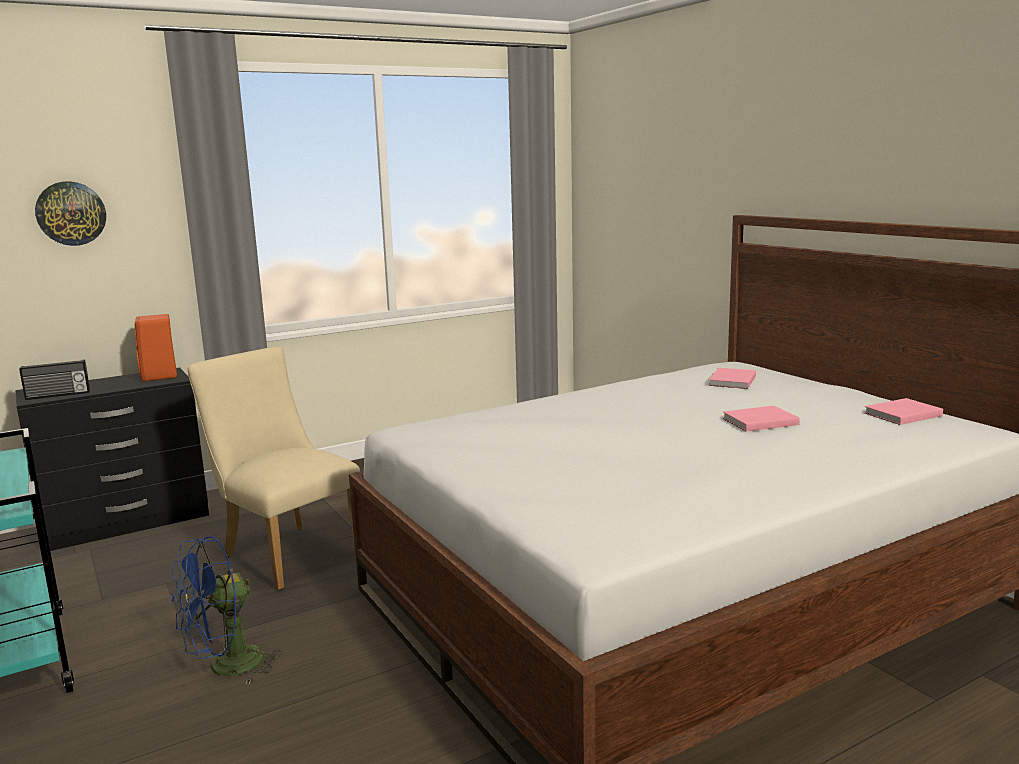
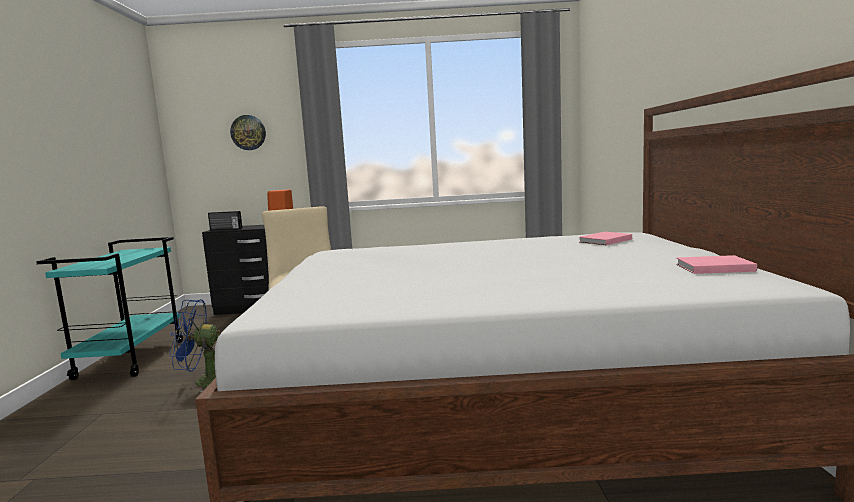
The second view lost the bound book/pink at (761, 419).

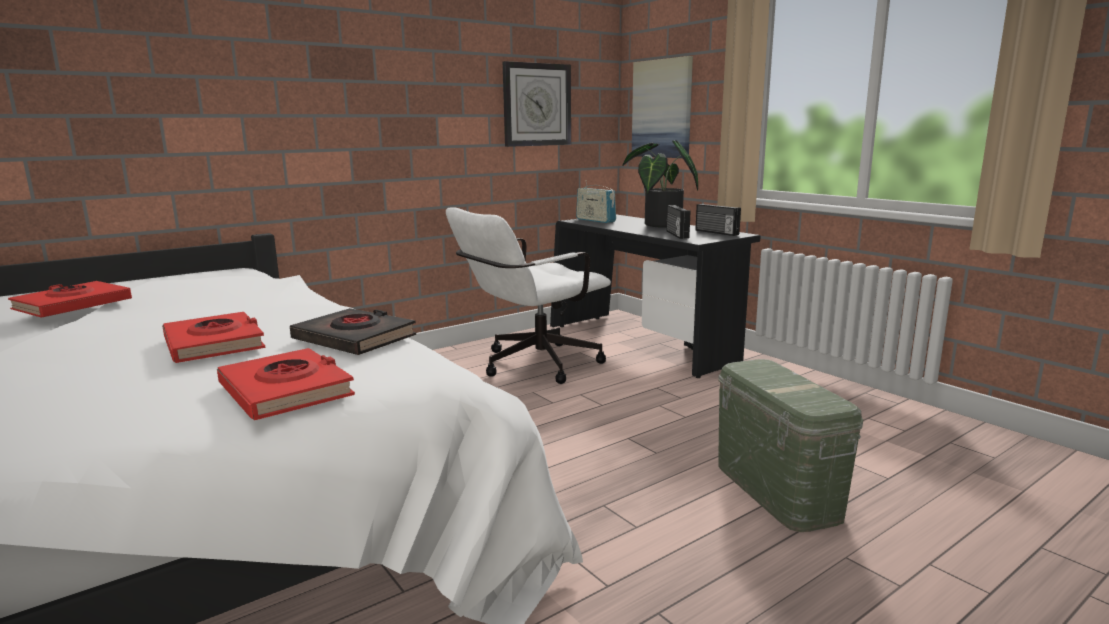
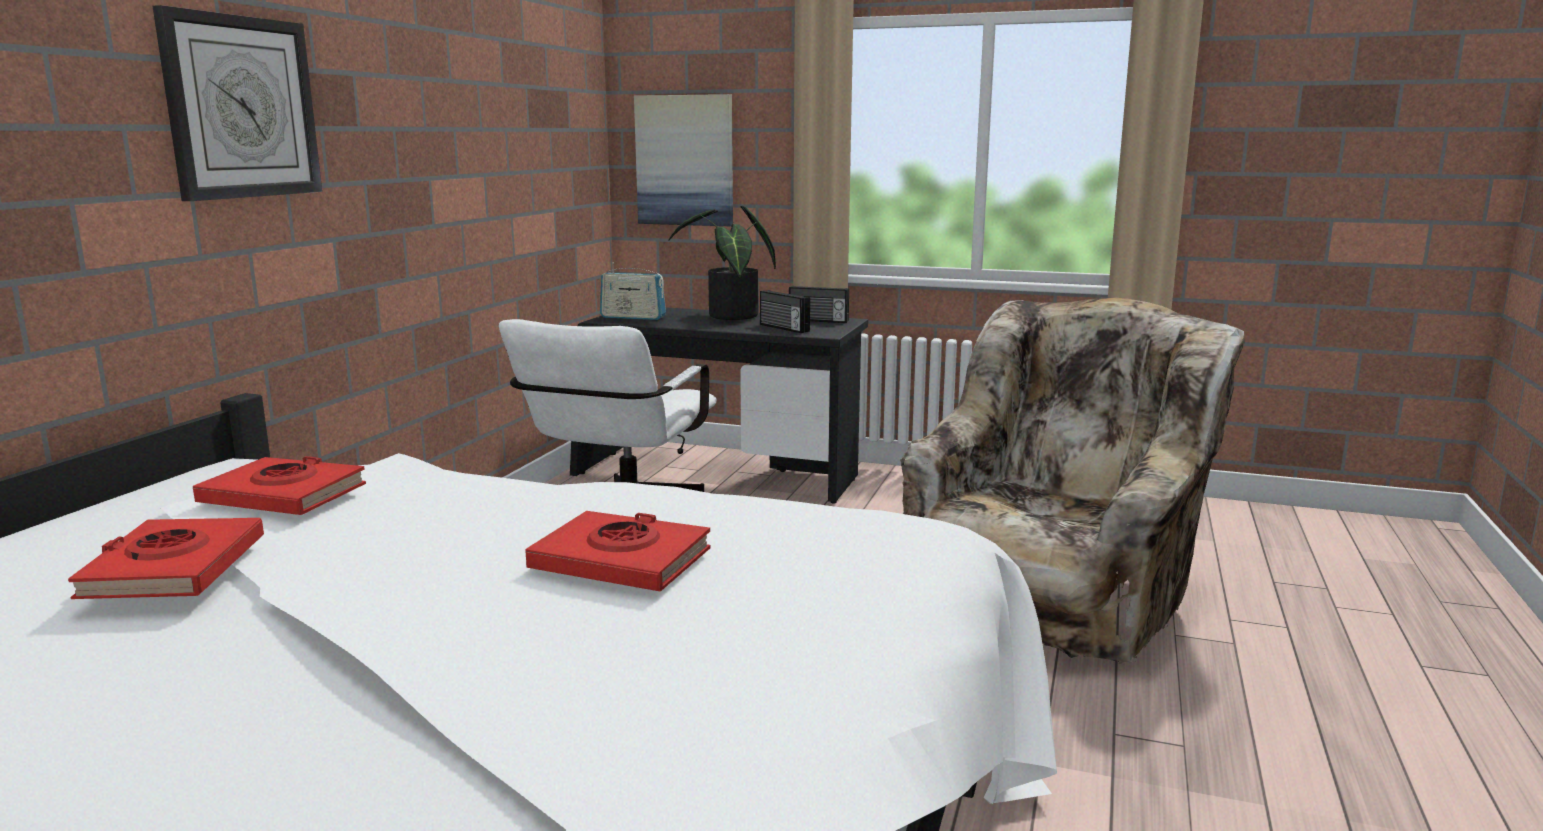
The clock on the wall ended up elsewhere, having gone from (537, 104) to (237, 103). The second view lost the bound book/black at (353, 331). The bound book/red ended up elsewhere, having gone from (286, 384) to (279, 485). Where the storage container/green stood at (790, 445), the lounge chair/sand-coloured came to stand at (1072, 480).

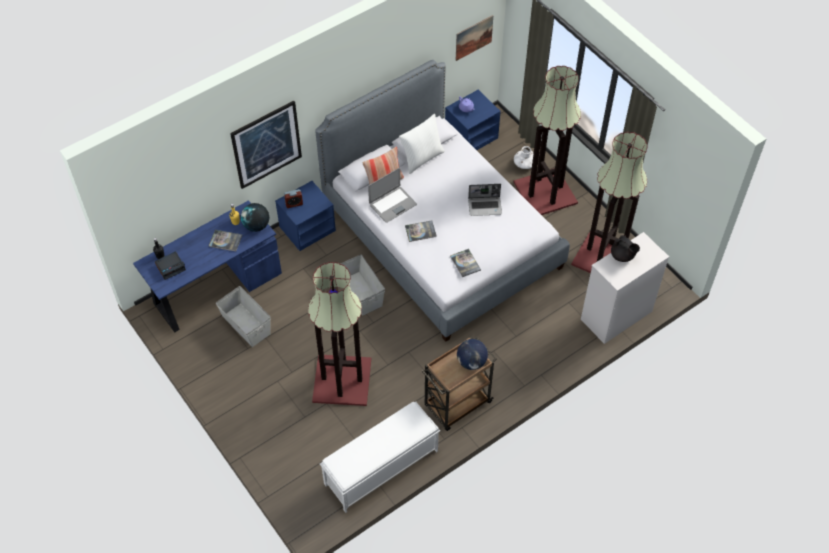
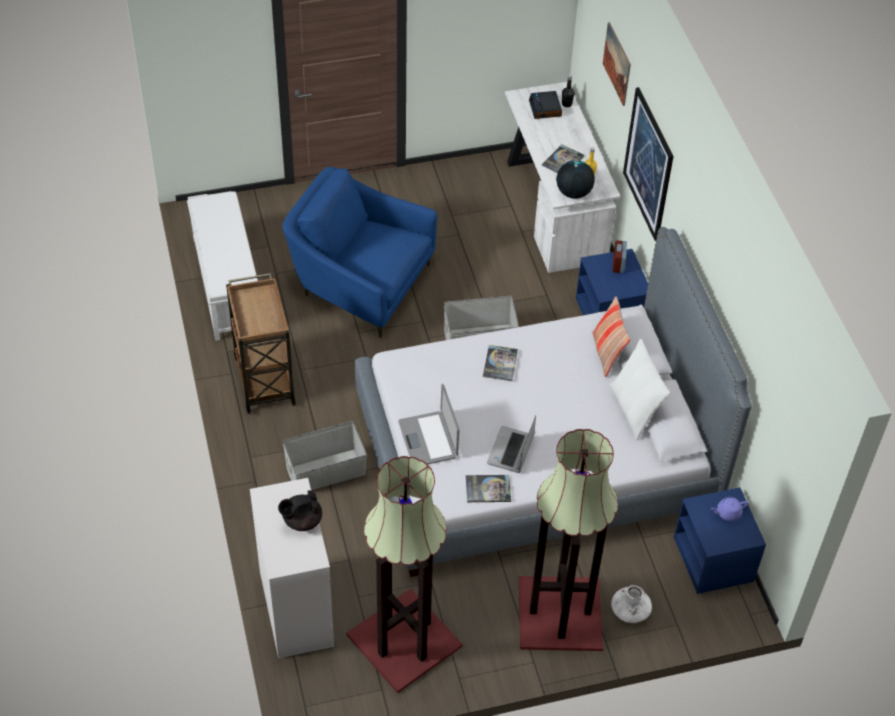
The wall picture ended up elsewhere, having gone from (474, 38) to (617, 64). The laptop ended up elsewhere, having gone from (392, 195) to (428, 424). What was the desk unit/blue-coloured at (207, 266) turned into the desk unit/white-coloured at (562, 177). The bound book ended up elsewhere, having gone from (465, 263) to (488, 488). Where the standing lamp stood at (339, 334), the lounge chair/blue-coloured came to stand at (359, 252). The storage container/grey ended up elsewhere, having gone from (243, 316) to (325, 455). The second view lost the globe at (472, 354).

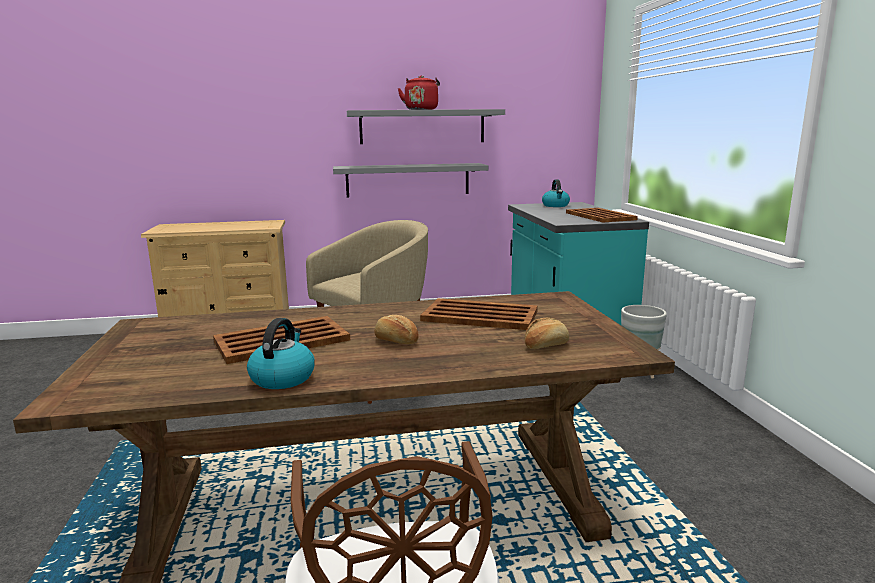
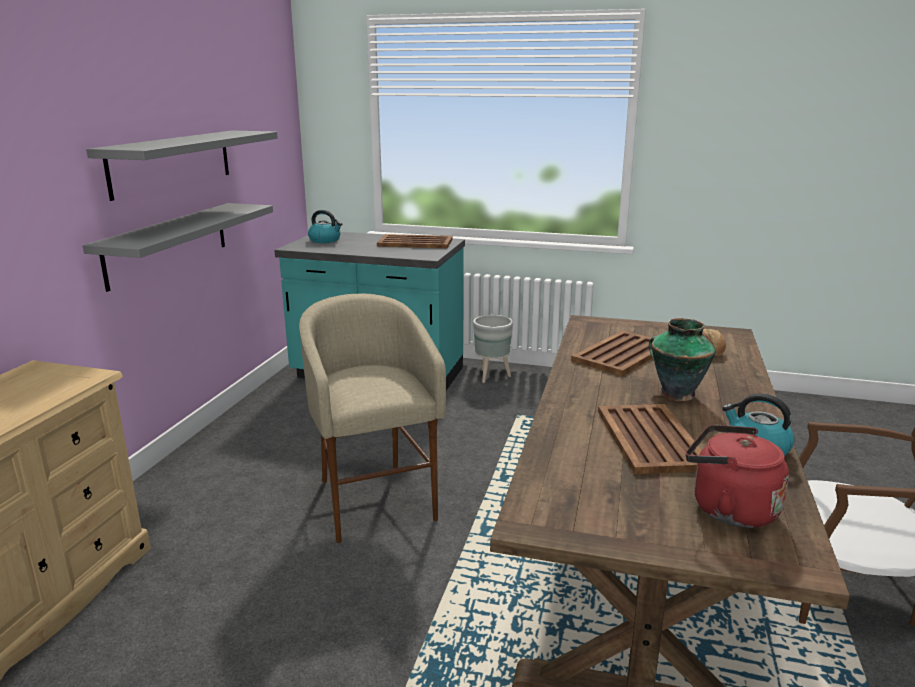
The water kettle/red ended up elsewhere, having gone from (419, 92) to (737, 476). Where the baked bread stood at (396, 329), the flower vase came to stand at (682, 359).

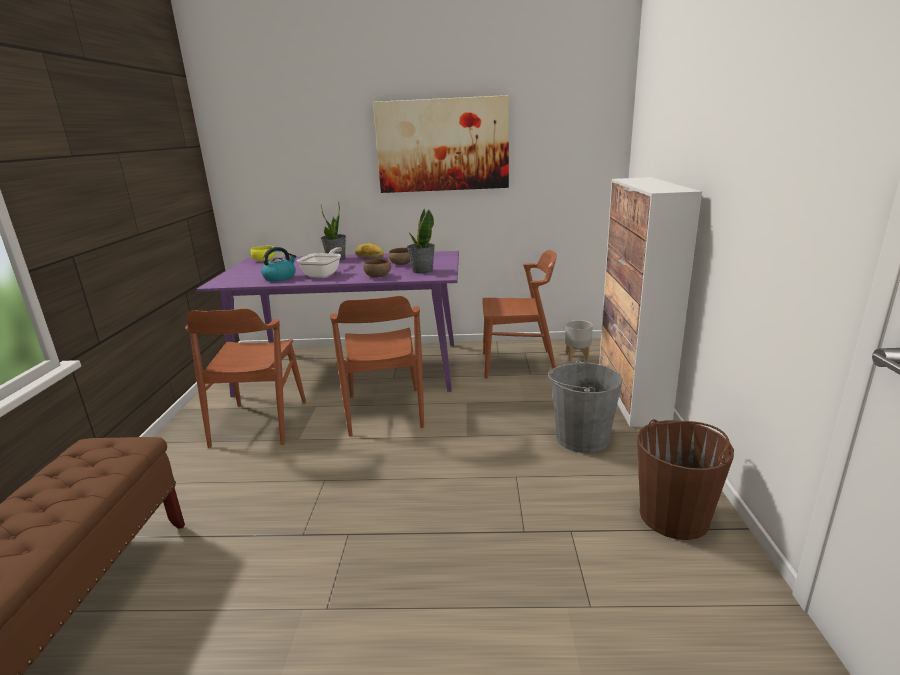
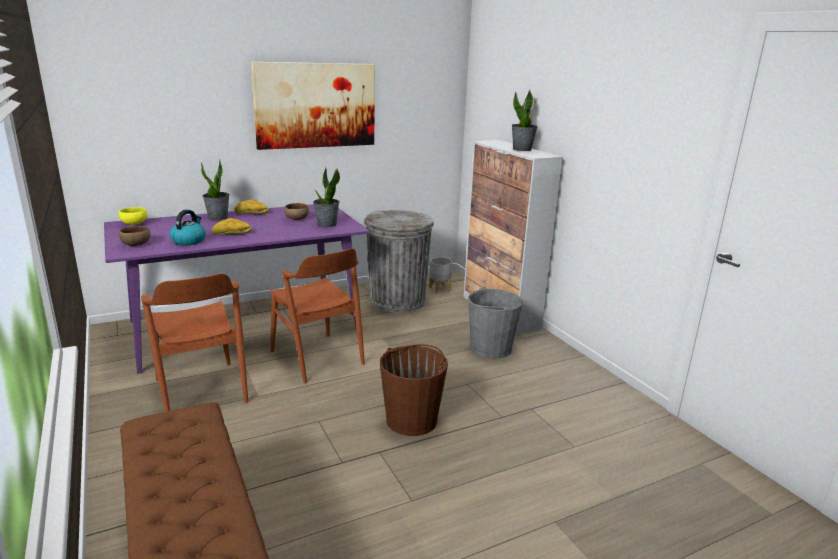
Where the pan stood at (319, 262), the baked bread came to stand at (232, 226). Where the chair/brownish stood at (519, 314), the trash can/grey came to stand at (399, 261). The serving bowl/brownish ended up elsewhere, having gone from (377, 268) to (135, 236). The pail/brownish ended up elsewhere, having gone from (685, 479) to (414, 390). The second view gained the plant in a pot at (525, 120).

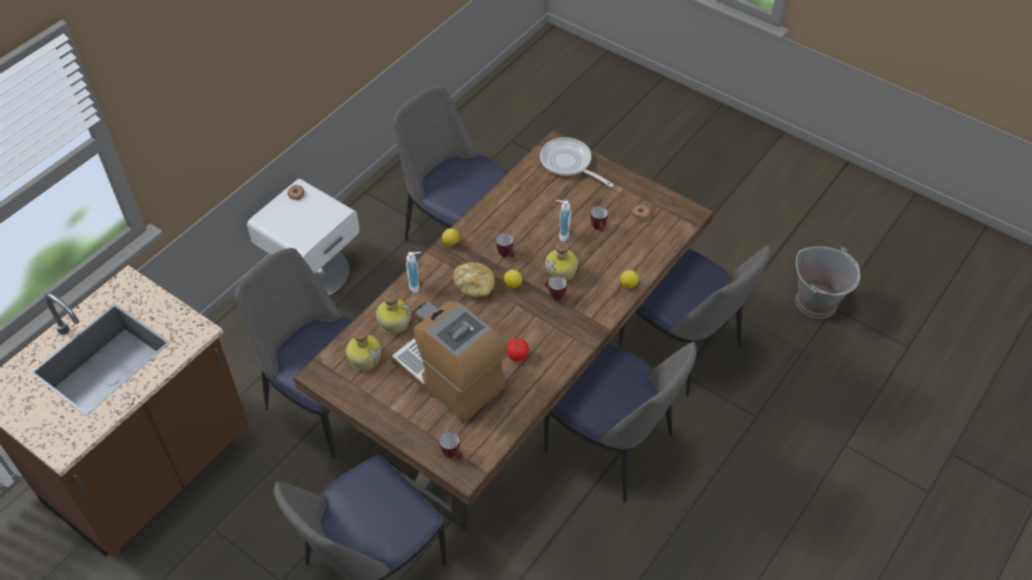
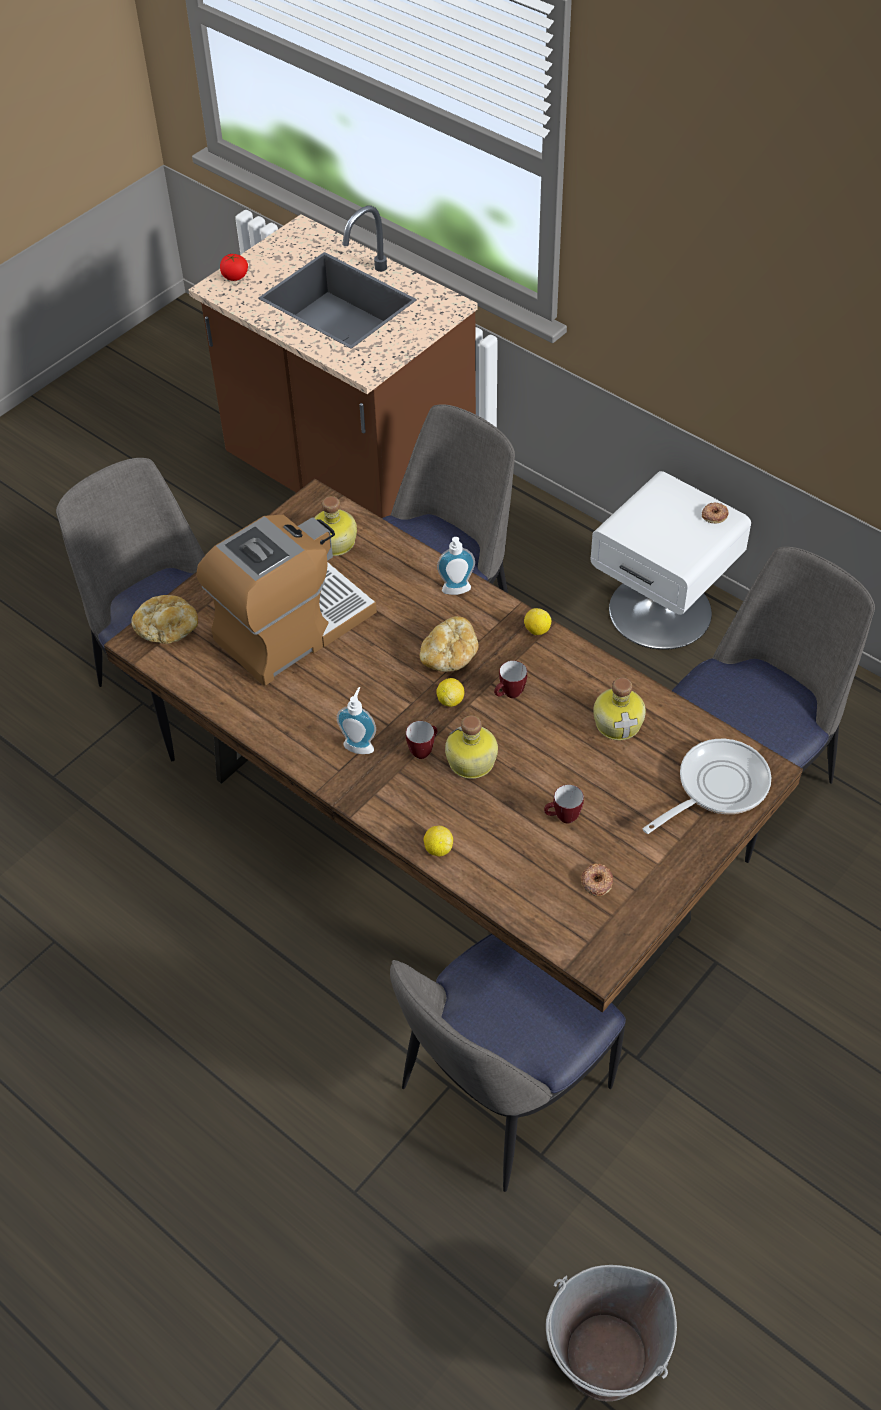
The soap dispenser ended up elsewhere, having gone from (563, 221) to (356, 720). The beverage bottle ended up elsewhere, having gone from (393, 313) to (619, 709). The fresh tomato ended up elsewhere, having gone from (518, 349) to (234, 267). The second view lost the chair at (620, 422). Where the tea mug stood at (450, 445), the baked bread came to stand at (164, 619).

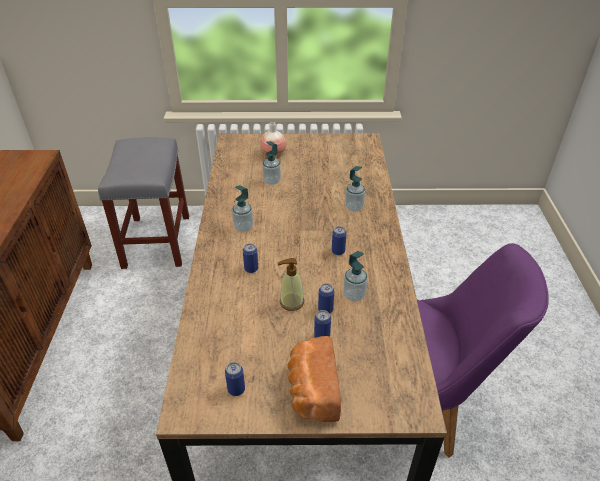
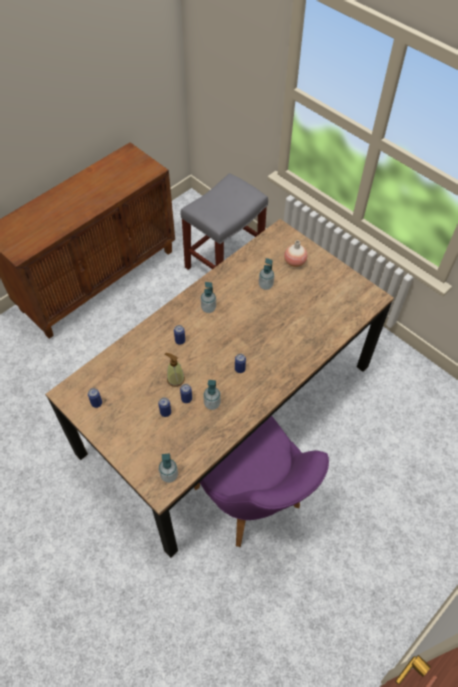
The soap dispenser ended up elsewhere, having gone from (355, 188) to (168, 468). The second view lost the baked bread at (314, 379).

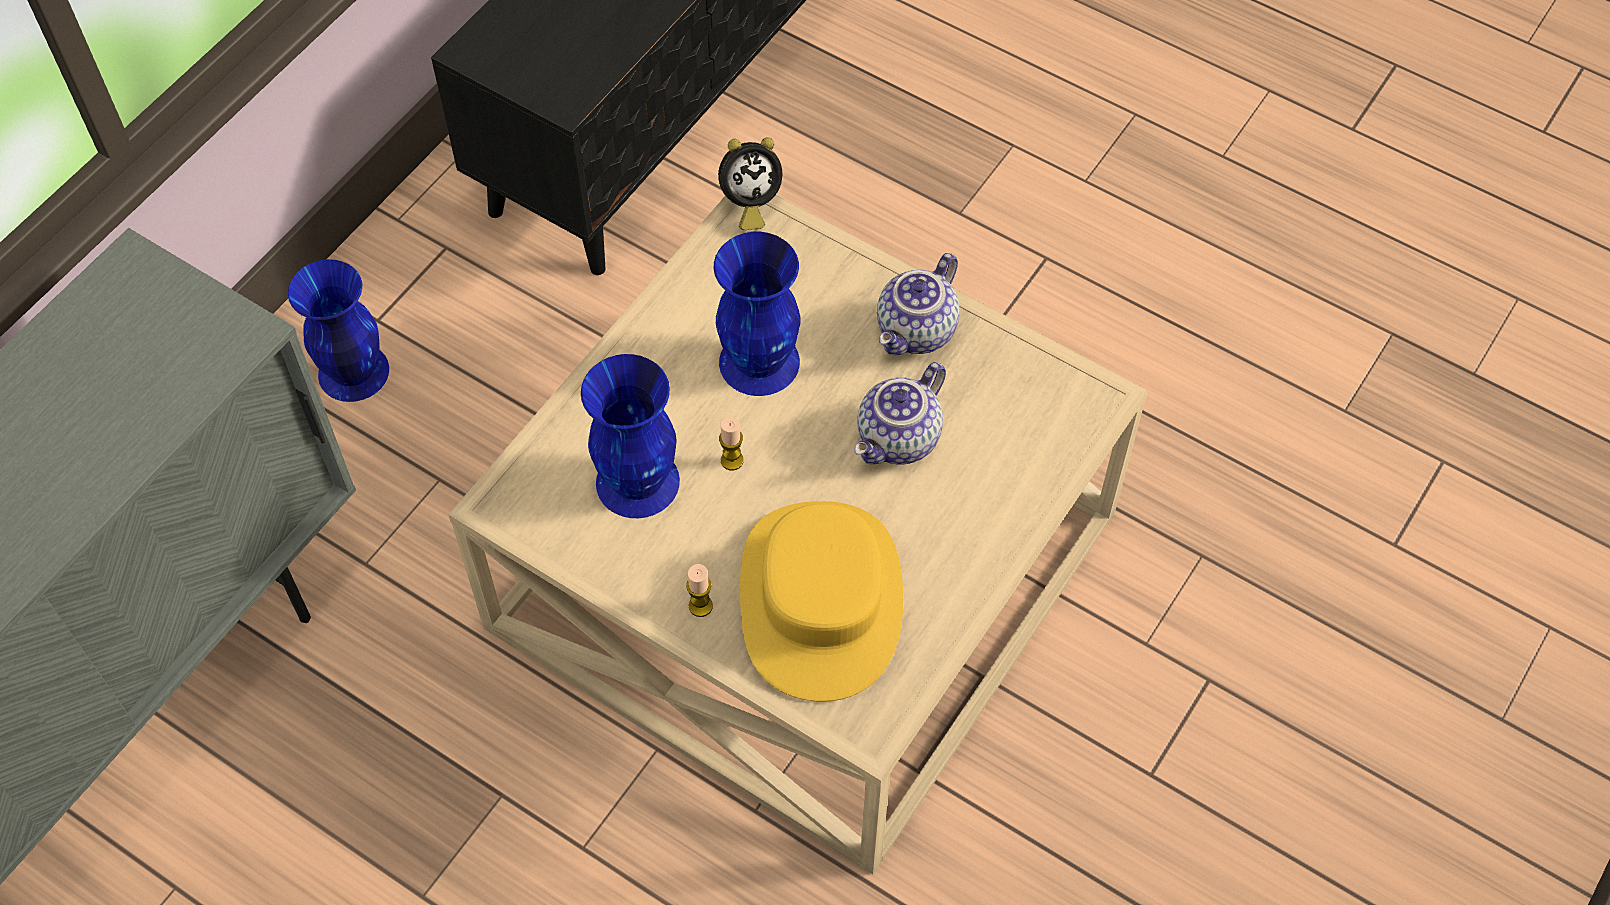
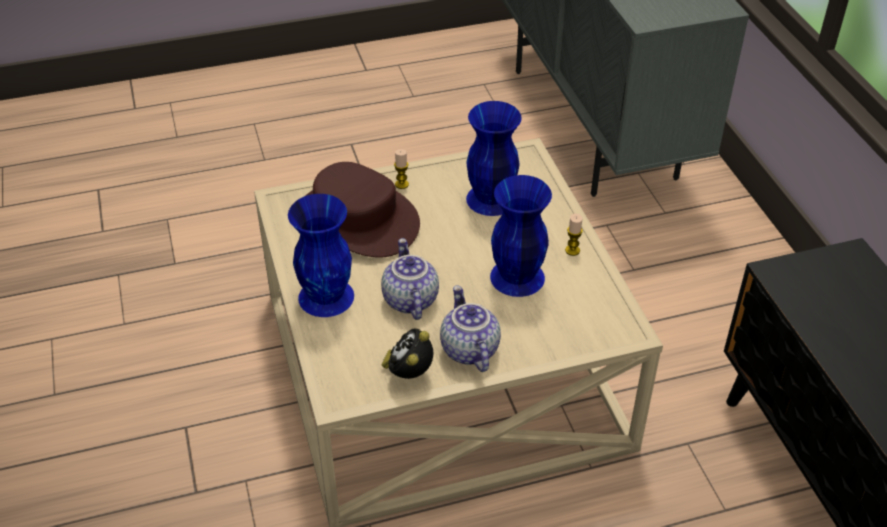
The table clock ended up elsewhere, having gone from (750, 183) to (407, 354). The flower vase/blue-coloured ended up elsewhere, having gone from (338, 330) to (321, 255). The candle ended up elsewhere, having gone from (731, 443) to (574, 235). What was the wearable hat/yellowish at (821, 601) turned into the wearable hat/brownish at (362, 210).

